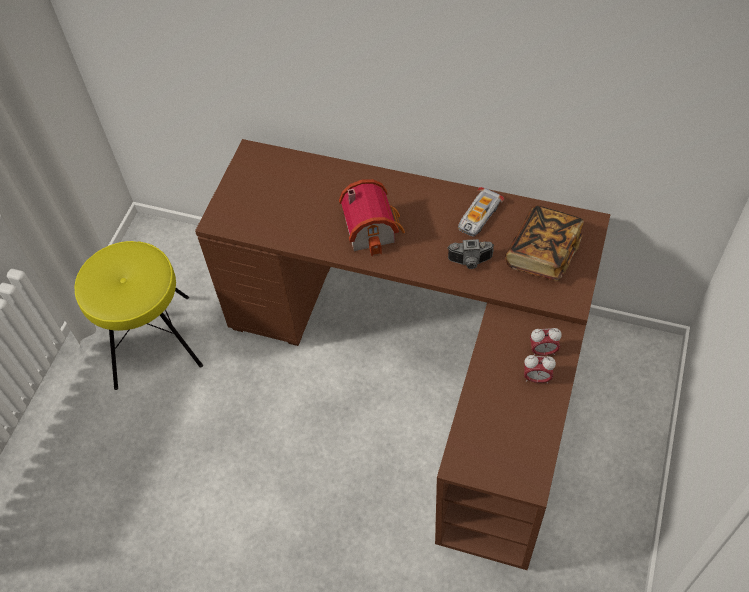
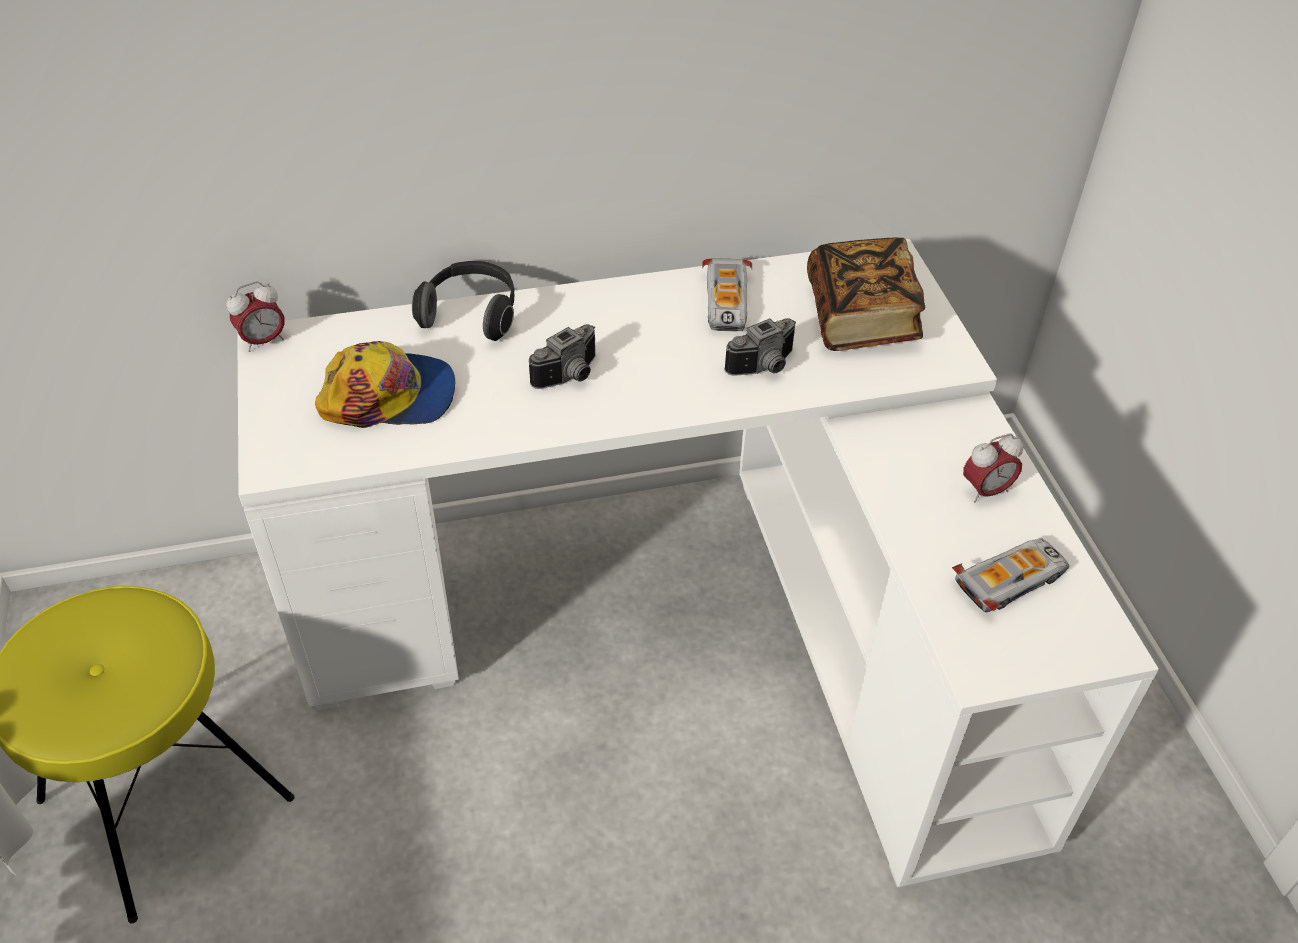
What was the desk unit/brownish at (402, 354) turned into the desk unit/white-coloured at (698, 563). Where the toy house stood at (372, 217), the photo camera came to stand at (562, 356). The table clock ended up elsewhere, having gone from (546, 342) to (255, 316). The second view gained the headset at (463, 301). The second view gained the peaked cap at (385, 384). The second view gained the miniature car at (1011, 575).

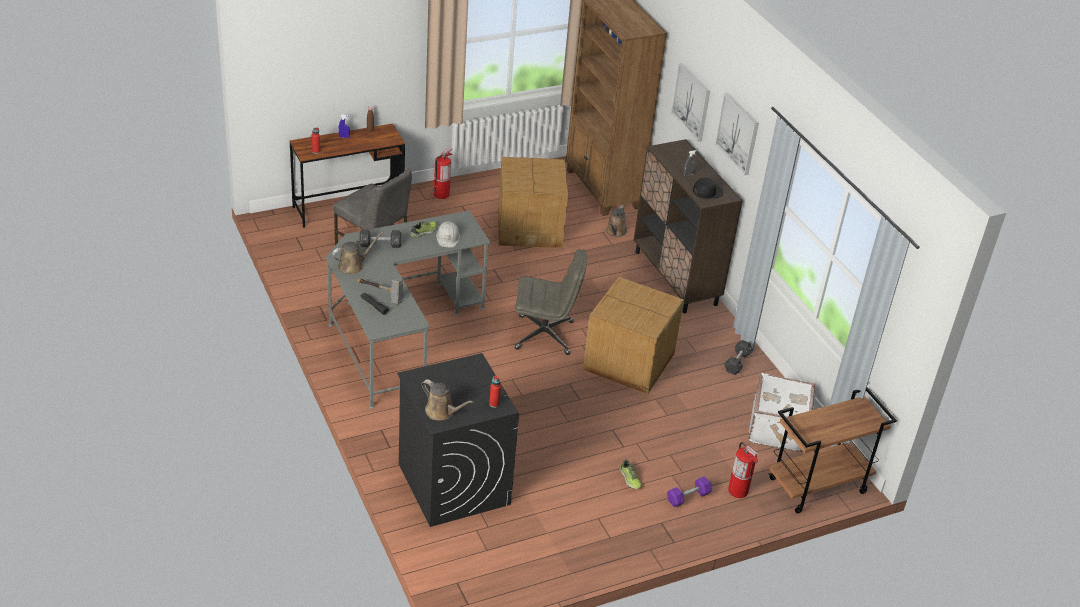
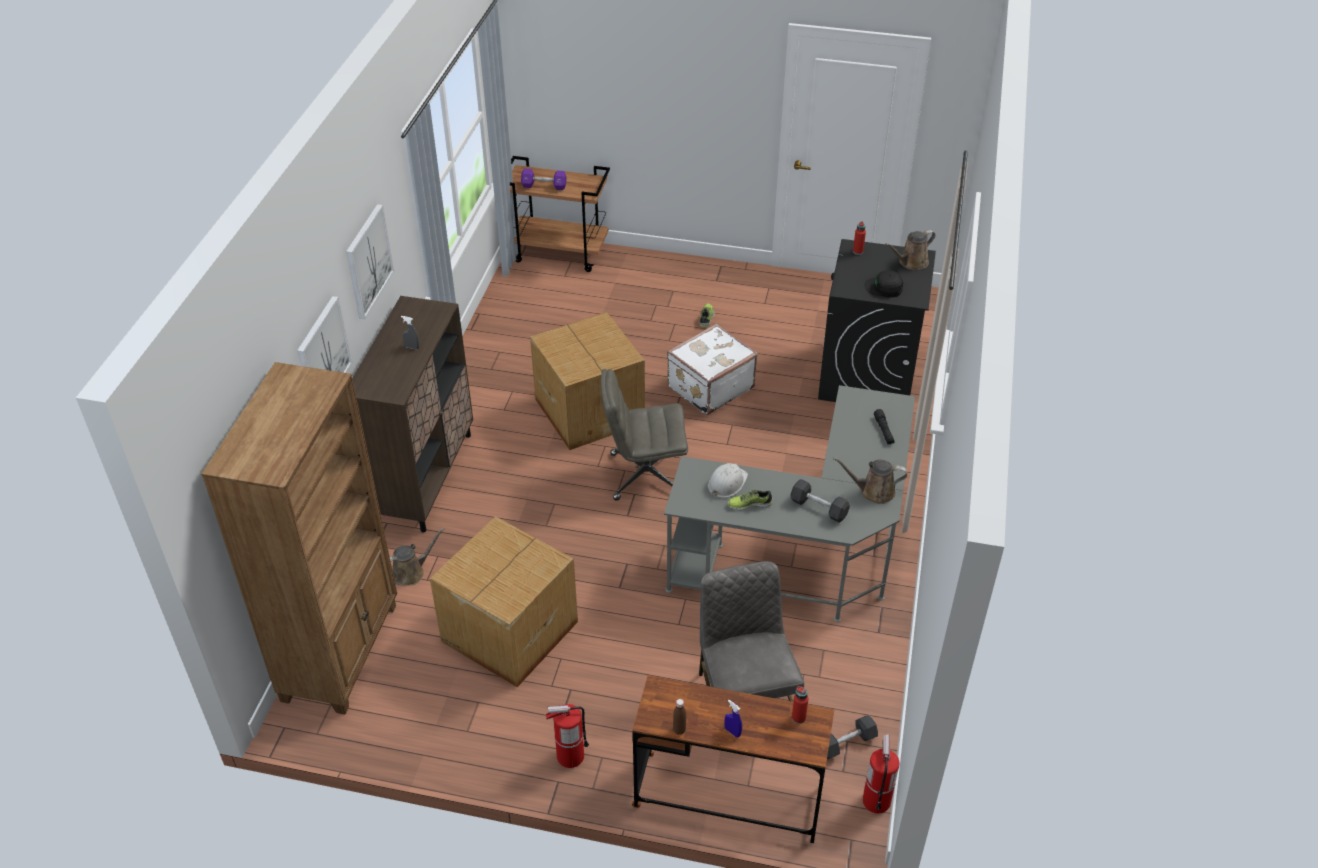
The peaked cap/black ended up elsewhere, having gone from (708, 188) to (883, 284). The office chair/grey at (551, 302) ended up facing another way, 45 degrees counterclockwise from before. The second view lost the hammer at (380, 291). The hand weight/black ended up elsewhere, having gone from (738, 357) to (852, 737). The piece of luggage/white-coloured ended up elsewhere, having gone from (781, 412) to (712, 369). The watering pot/brownish at (447, 400) ended up facing another way, 105 degrees counterclockwise from before. The fire extinguisher ended up elsewhere, having gone from (743, 470) to (881, 773). The hand weight/purple ended up elsewhere, having gone from (689, 491) to (544, 179).

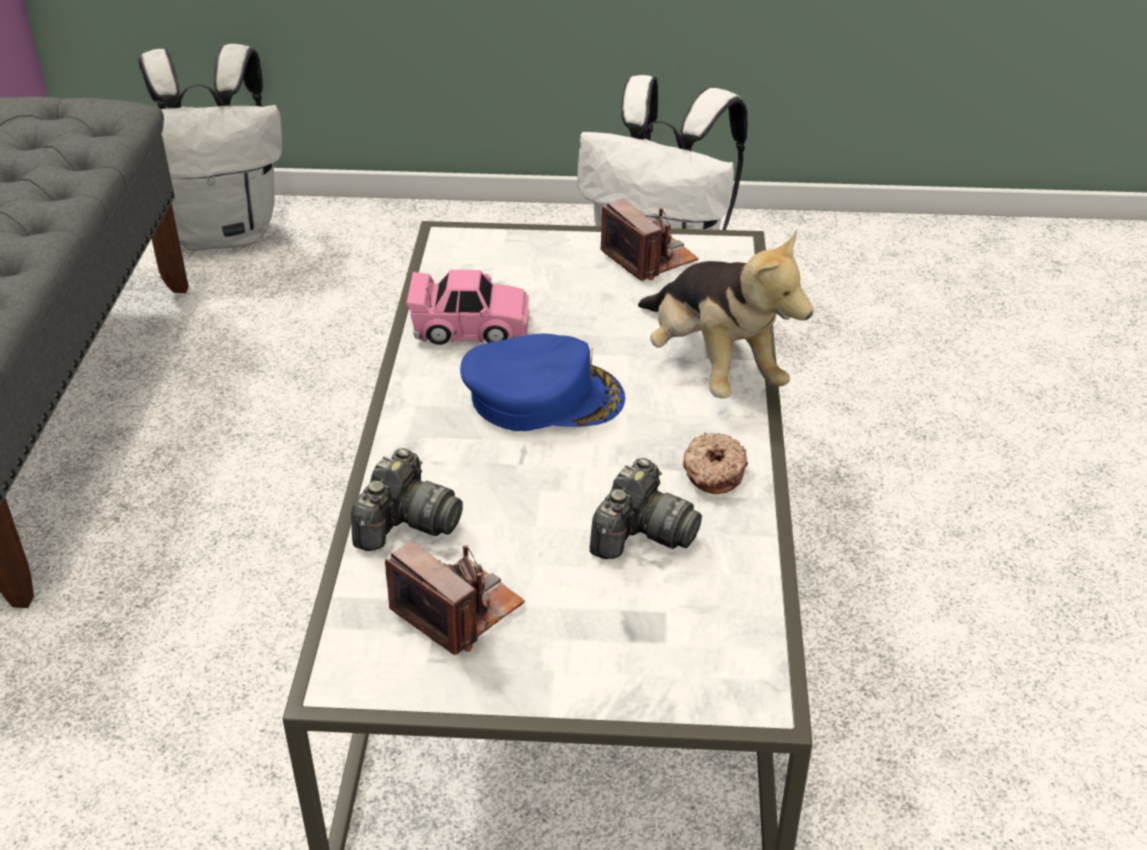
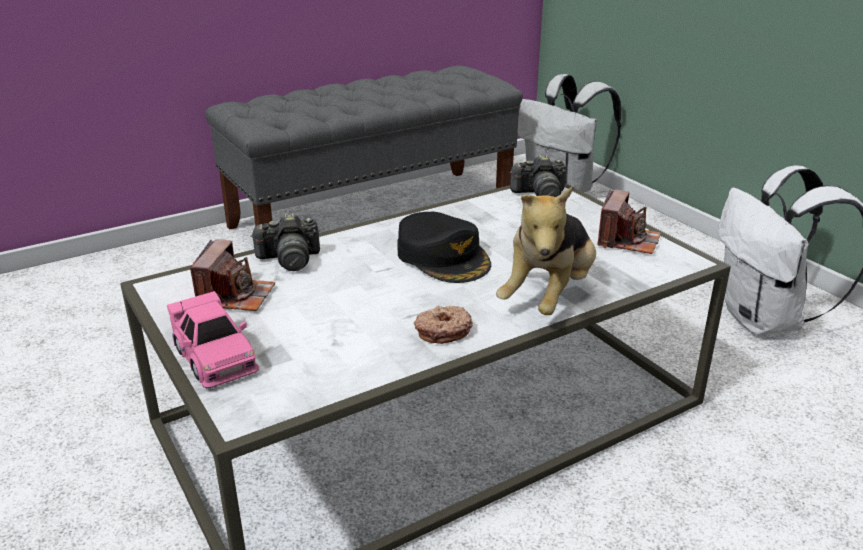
The miniature car/pink ended up elsewhere, having gone from (467, 307) to (213, 339). What was the peaked cap/blue-coloured at (542, 382) turned into the peaked cap/black at (444, 247). The photo camera ended up elsewhere, having gone from (646, 508) to (538, 176).

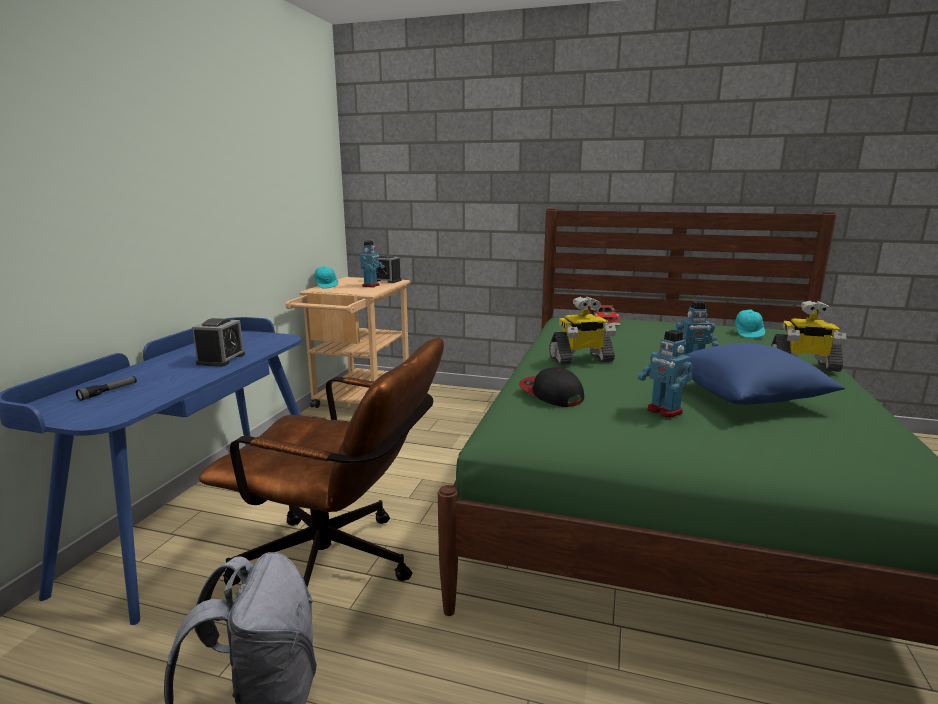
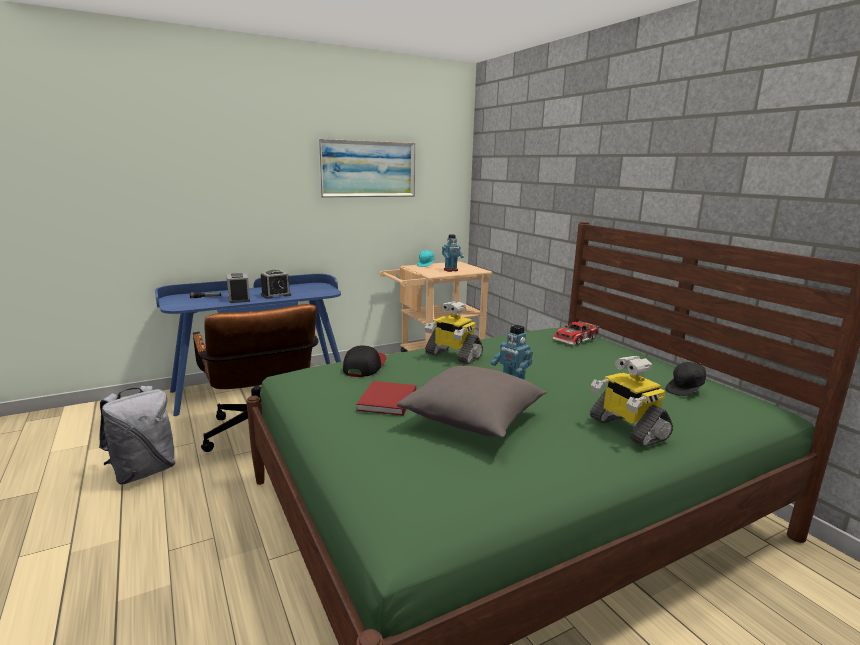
The table clock ended up elsewhere, having gone from (389, 268) to (238, 288). What was the peaked cap/turquoise-coloured at (750, 324) turned into the peaked cap/black at (685, 379). Where the toy robot stood at (666, 374), the bound book/red came to stand at (386, 398). What was the throw pillow/blue-coloured at (765, 374) turned into the throw pillow/grey at (472, 402). The second view gained the wall picture at (366, 168).

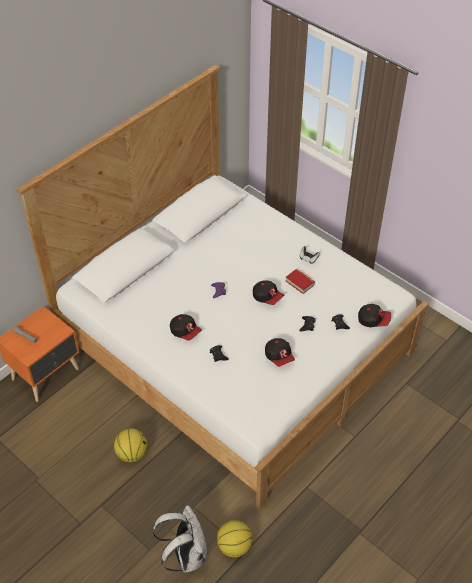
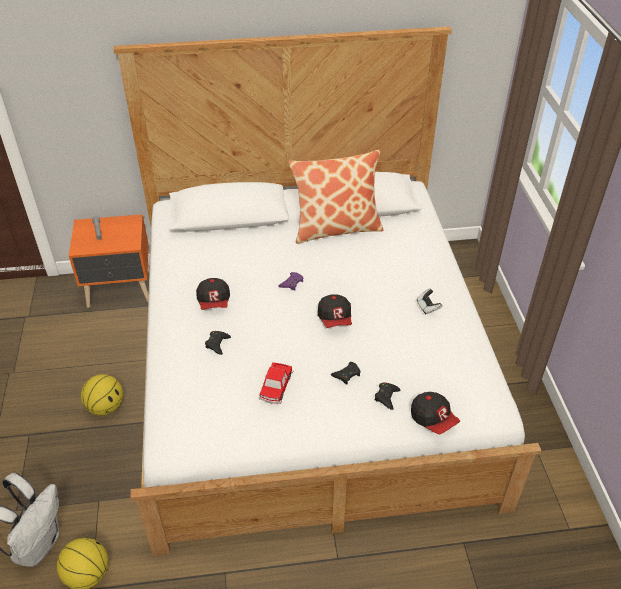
The second view lost the bound book at (300, 281). Where the peaked cap stood at (280, 352), the miniature car came to stand at (276, 383). The second view gained the throw pillow at (336, 196).

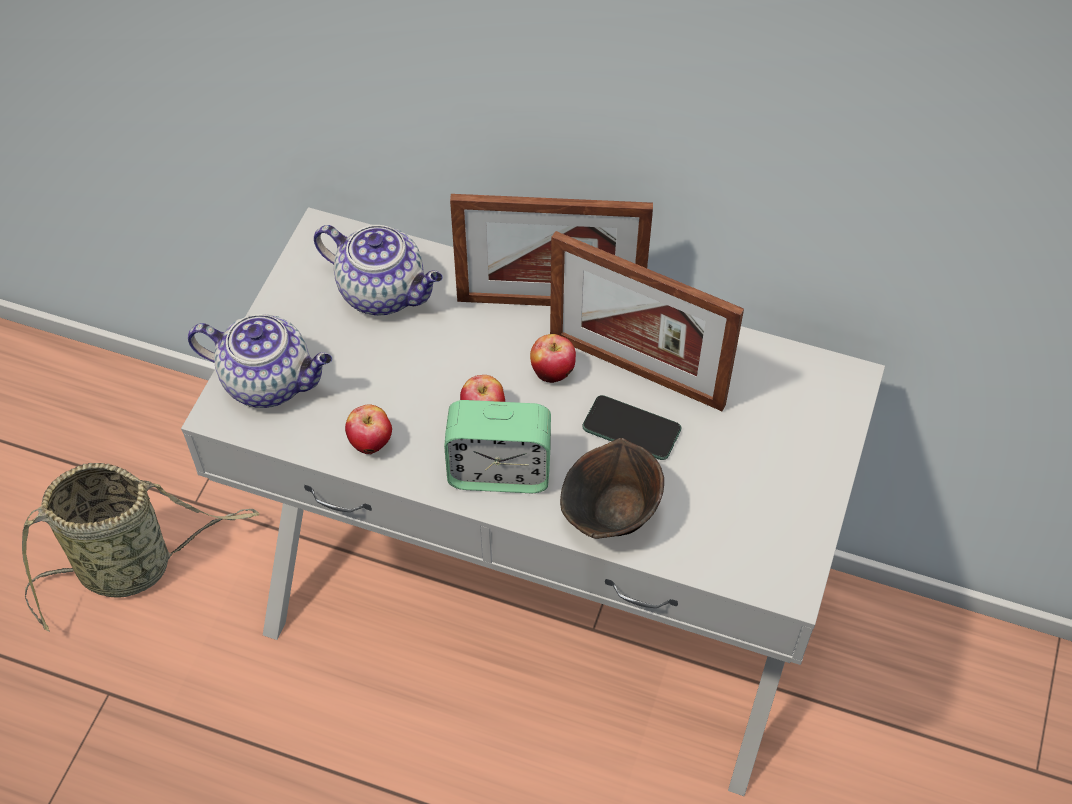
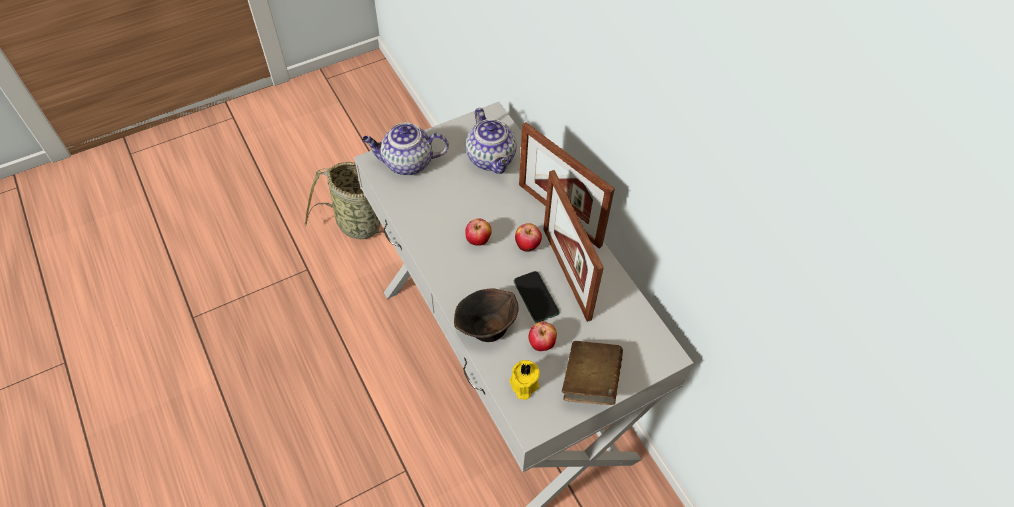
The tea pot at (260, 361) ended up facing another way, 120 degrees clockwise from before. The second view lost the table clock at (497, 446). The apple fruit ended up elsewhere, having gone from (368, 429) to (543, 336). The second view gained the bound book/brownish at (592, 373). The second view gained the candle/yellowish at (524, 380).

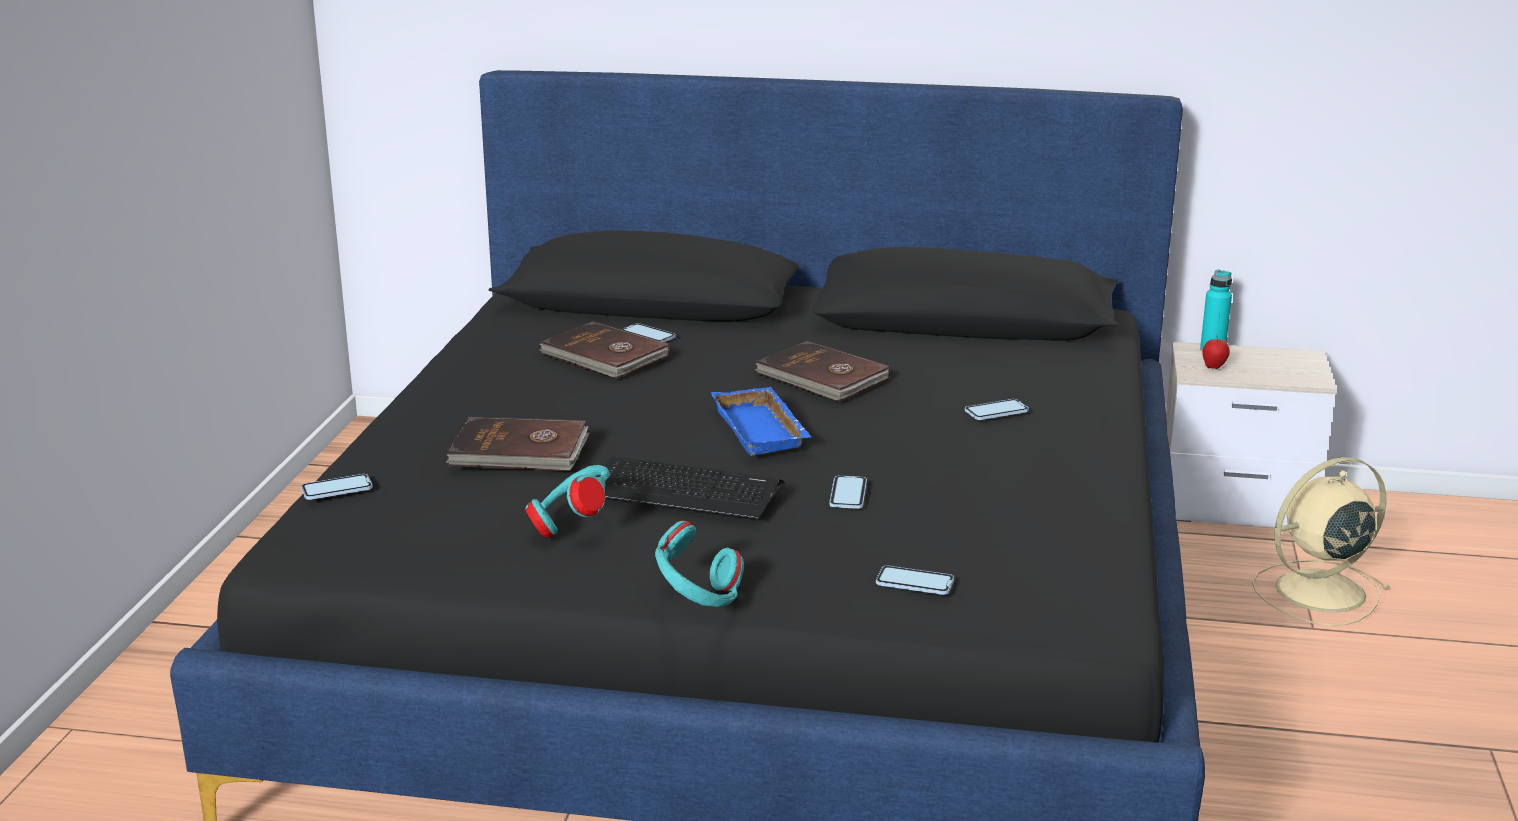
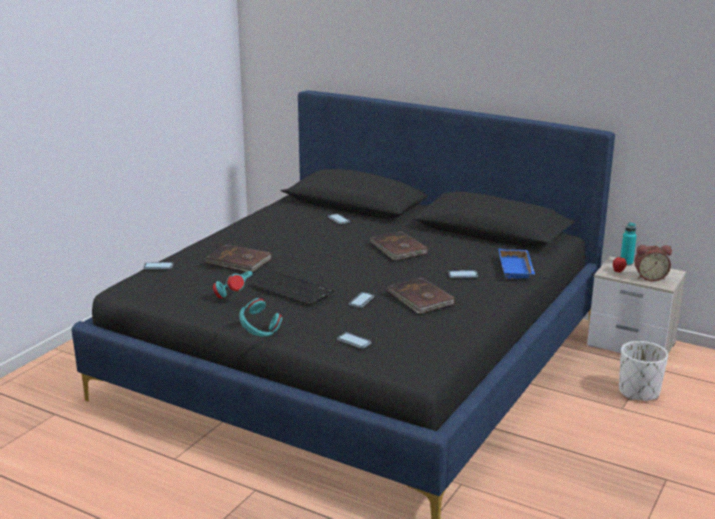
The bound book/brownish ended up elsewhere, having gone from (605, 350) to (421, 295). The tray/blue-coloured ended up elsewhere, having gone from (761, 421) to (516, 264). Where the electric fan/sand-coloured stood at (1321, 541), the flower pot/white-coloured came to stand at (643, 371). The second view gained the table clock at (653, 263).

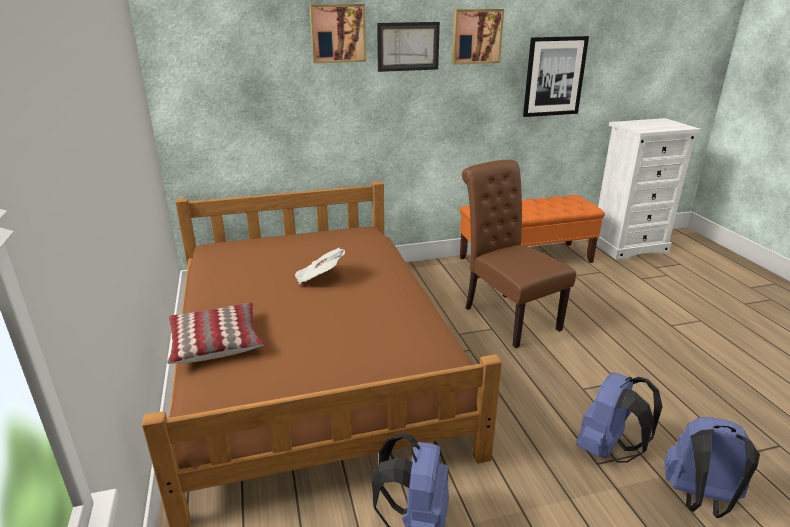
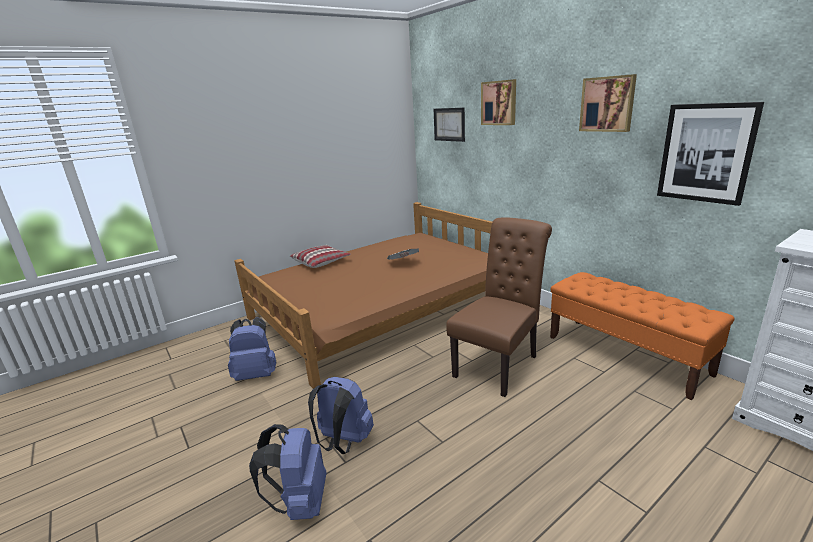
The wall picture ended up elsewhere, having gone from (408, 47) to (449, 124).

